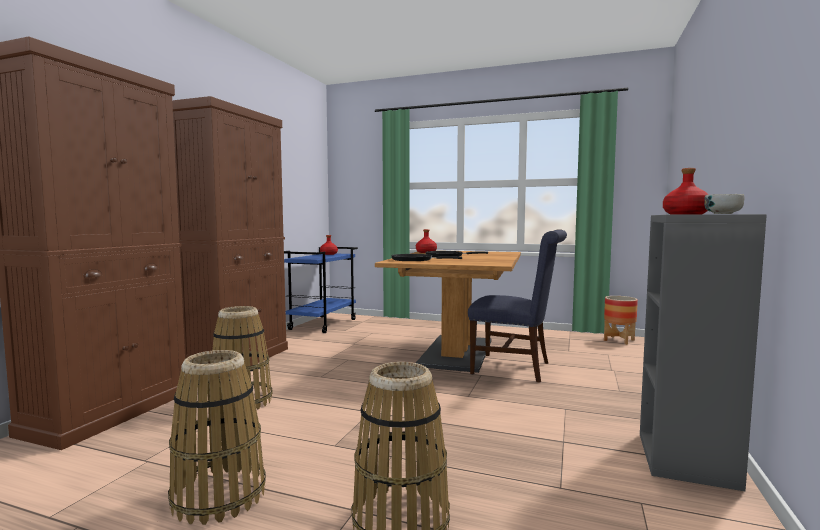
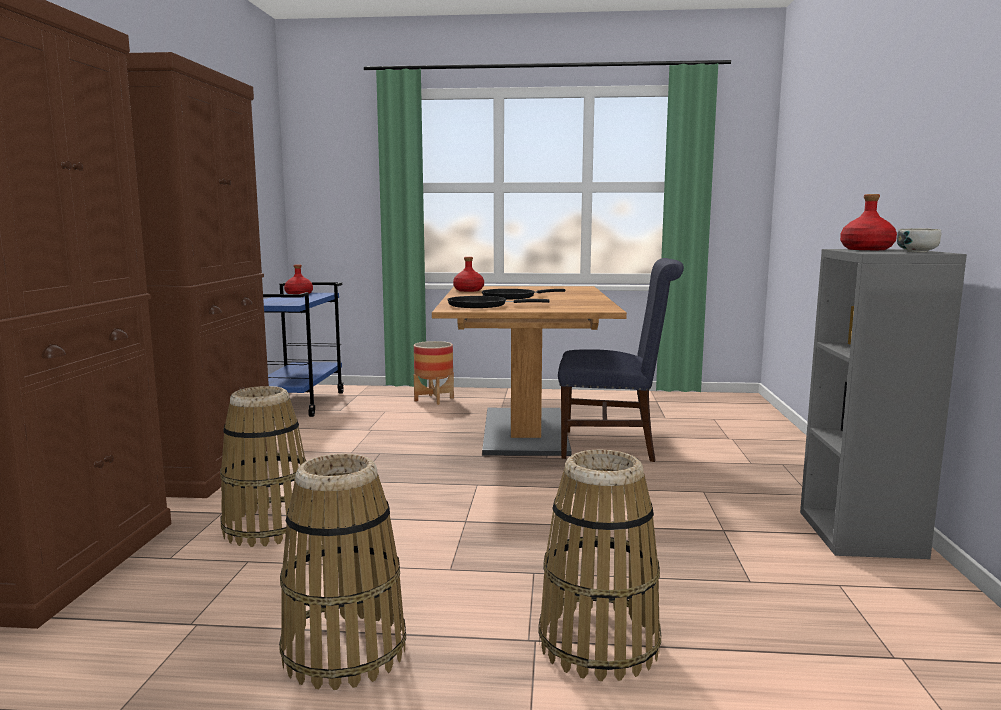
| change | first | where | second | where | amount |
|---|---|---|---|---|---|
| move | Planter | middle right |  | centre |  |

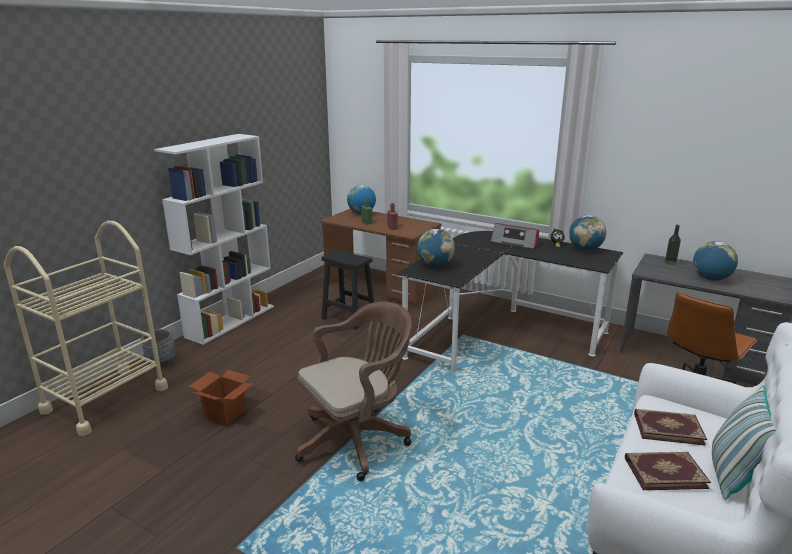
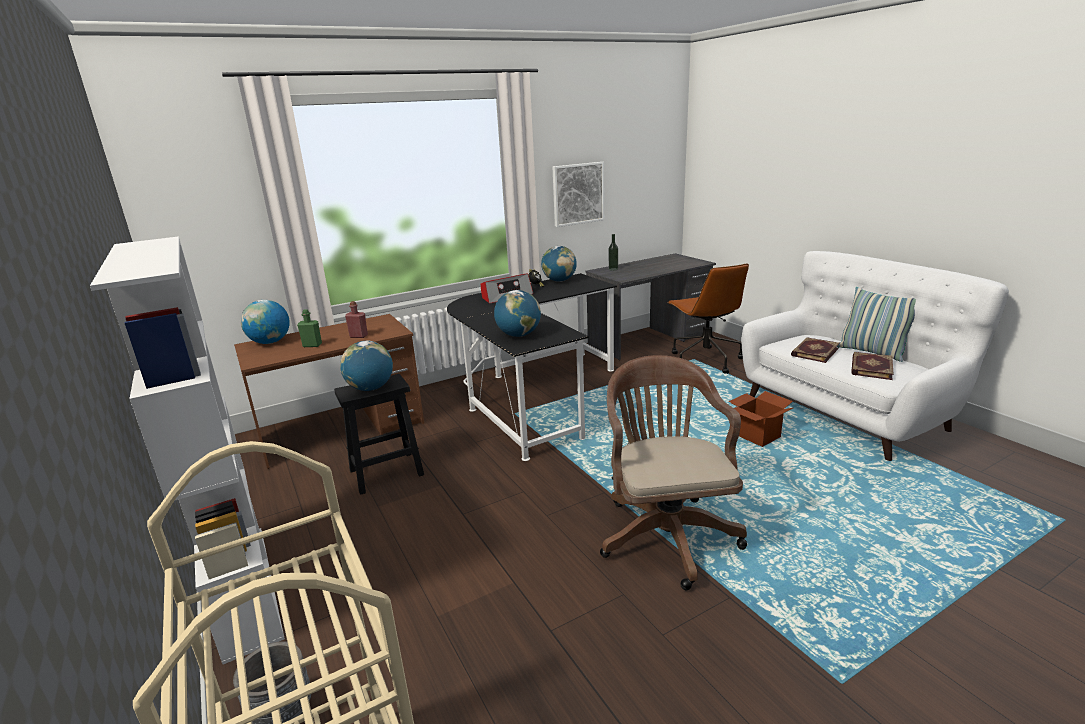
| change | first | where | second | where | amount |
|---|---|---|---|---|---|
| insert |  |  | WallArt | top centre |  |
| move | PackingBox | bottom left |  | middle right |  |
| move | Globe (4th from left in the first image) | middle right | Globe (2nd from left) | centre |  |

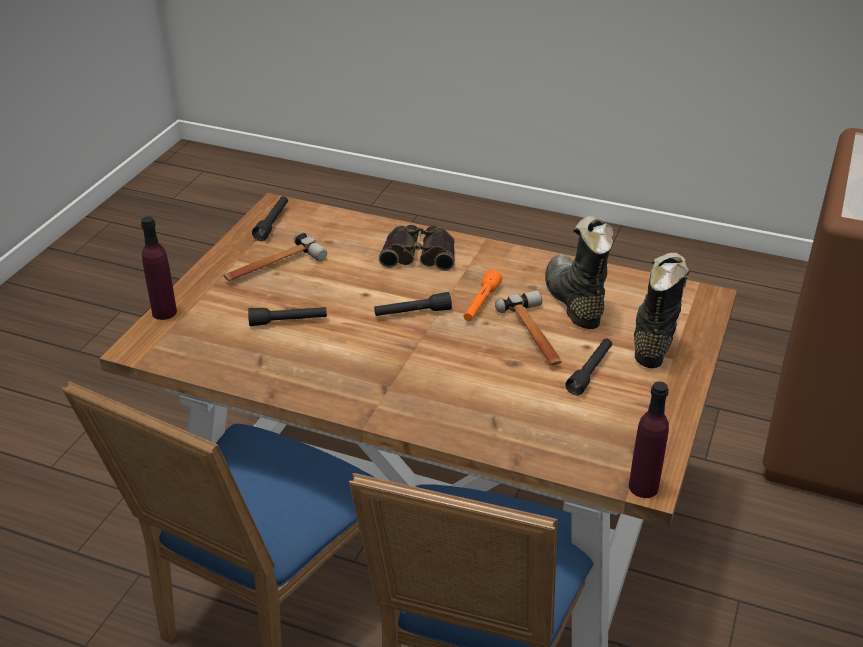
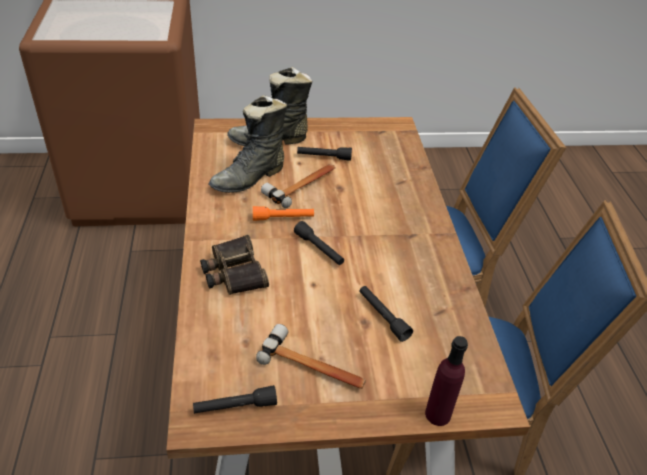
| change | first | where | second | where | amount |
|---|---|---|---|---|---|
| delete | PurpleColouredBottle (2nd from left) | bottom right |  |  |  |

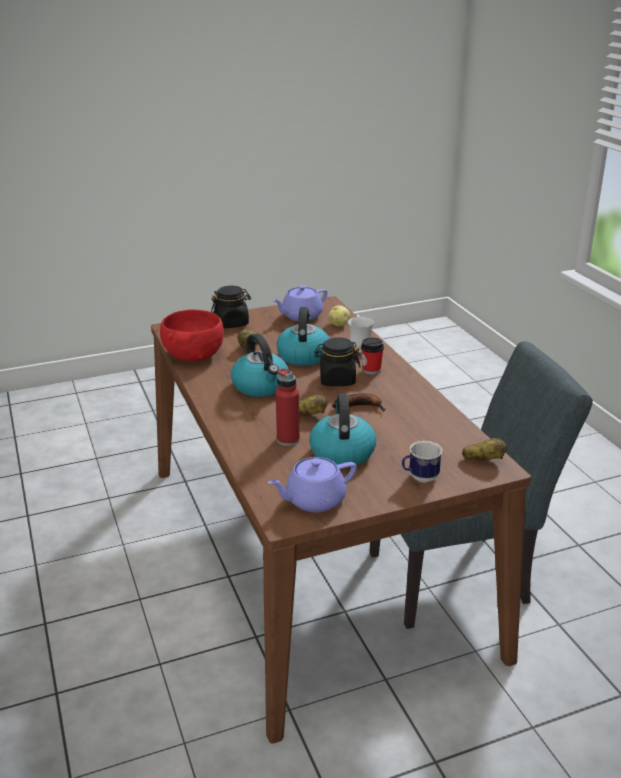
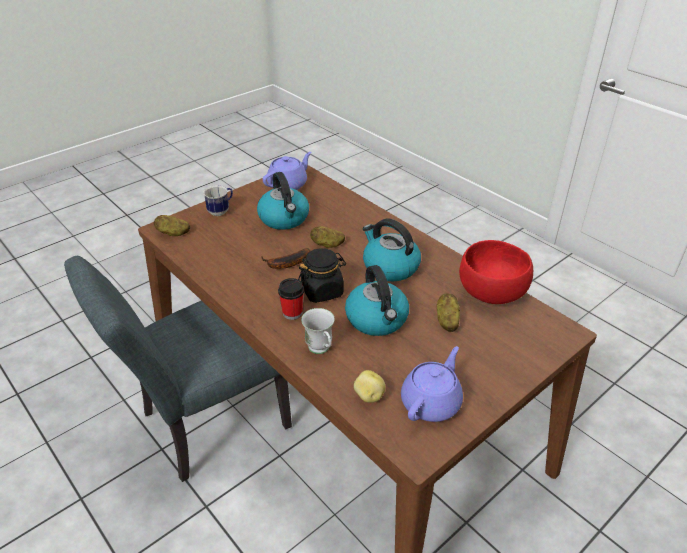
| change | first | where | second | where | amount |
|---|---|---|---|---|---|
| delete | BlackPreserveJar (1st from left) | centre |  |  |  |
| delete | RedColouredBottle | centre |  |  |  |

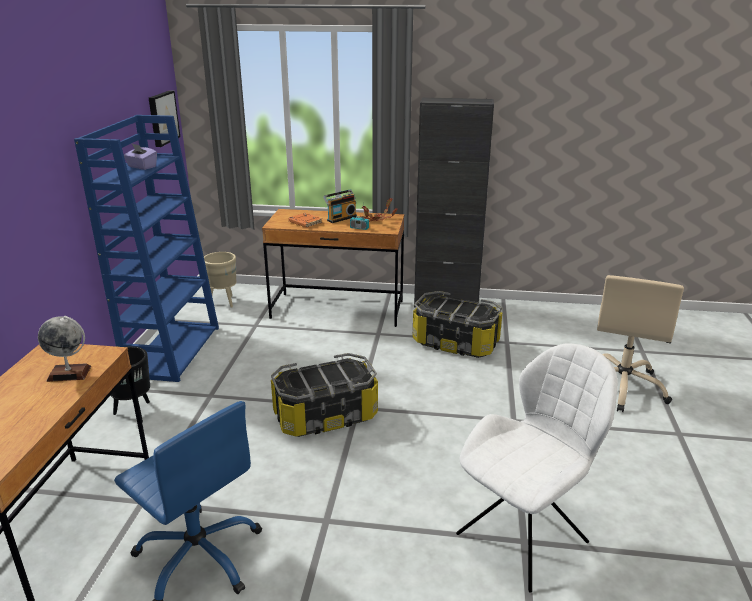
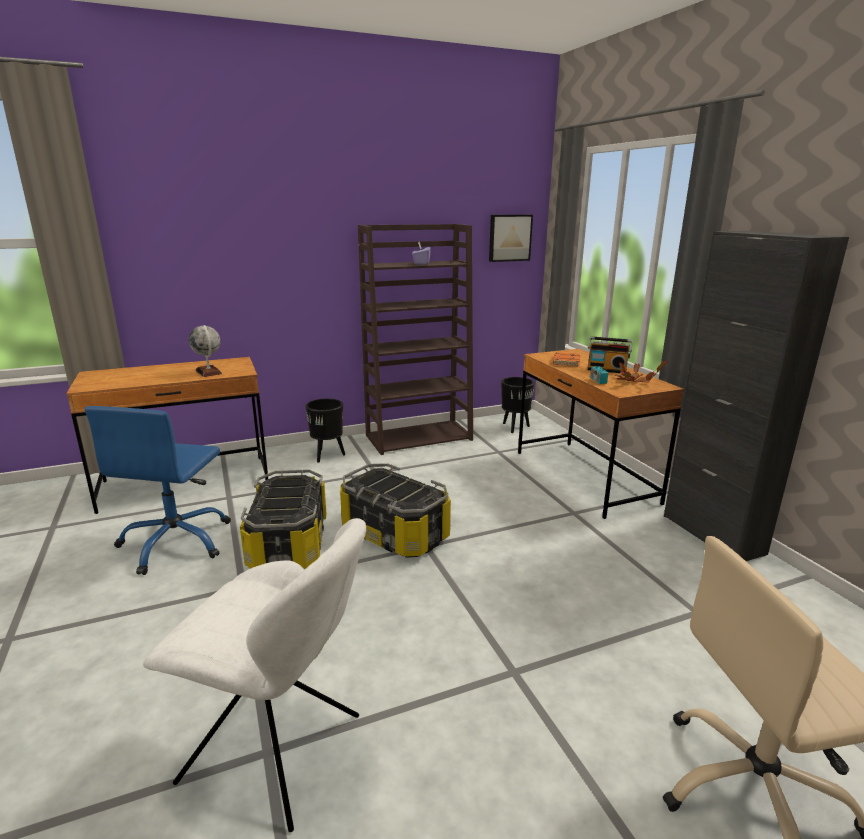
| change | first | where | second | where | amount |
|---|---|---|---|---|---|
| move | StorageBin (2nd from left in the first image) | centre | StorageBin (1st from left) | middle left |  |
| recolor | BluishBookcase | middle left | BrownColouredBookcase | centre |  |
| recolor | BeigeColouredPlanter | middle left | BlackPlanter (2nd from left) | centre |  |

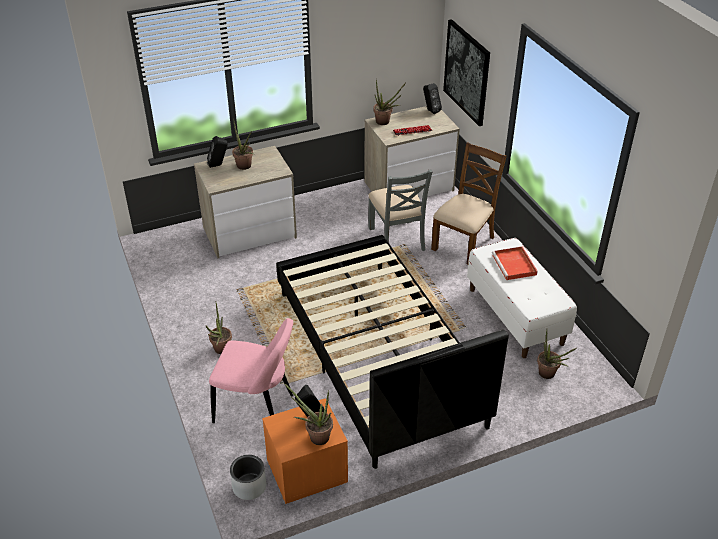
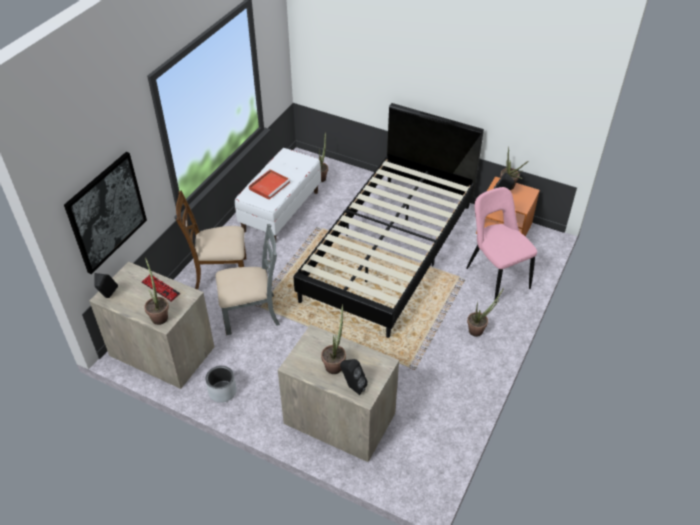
| change | first | where | second | where | amount |
|---|---|---|---|---|---|
| move | GreyishPlanter | bottom centre |  | bottom left |  |
| rotate | GreyishPlainChair | centre |  | centre | 45 degrees clockwise |

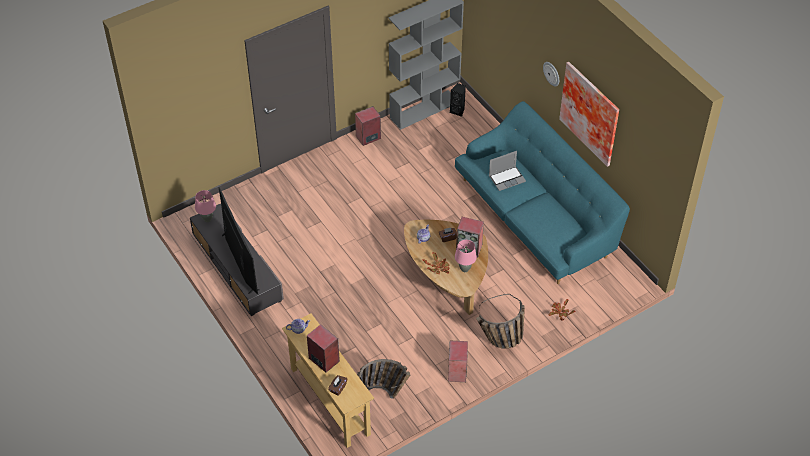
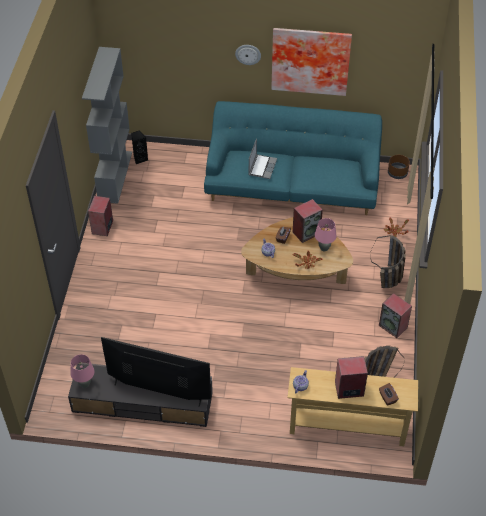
| change | first | where | second | where | amount |
|---|---|---|---|---|---|
| insert |  |  | BrownColouredPlanter | top right |  |

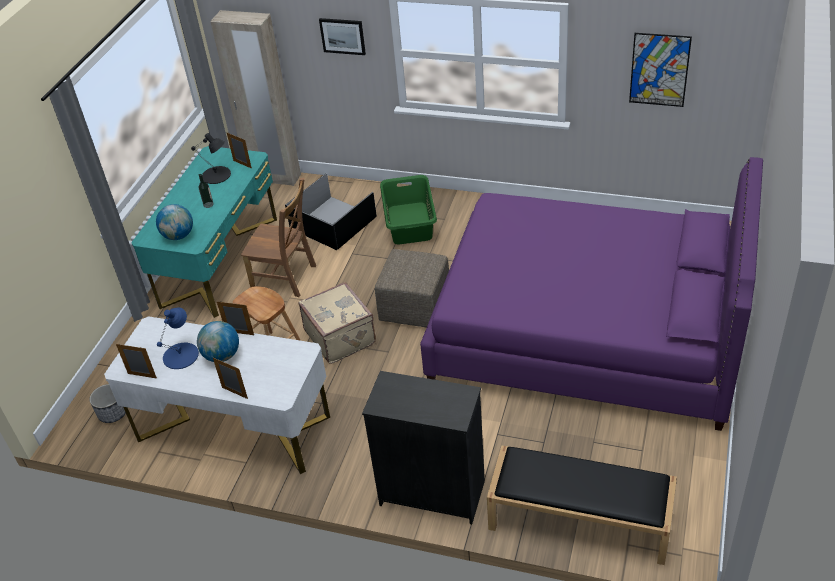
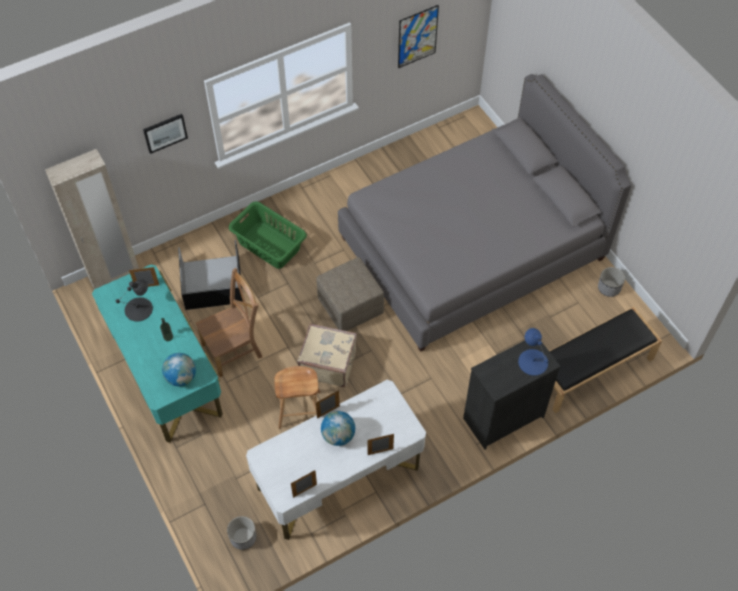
| change | first | where | second | where | amount |
|---|---|---|---|---|---|
| insert |  |  | Planter (2nd from left) | middle right |  |
| move | BluishLampForATable | middle left |  | middle right |  |
| recolor | PurpleColouredSleepingBed | middle right | GreyishSleepingBed | centre |  |

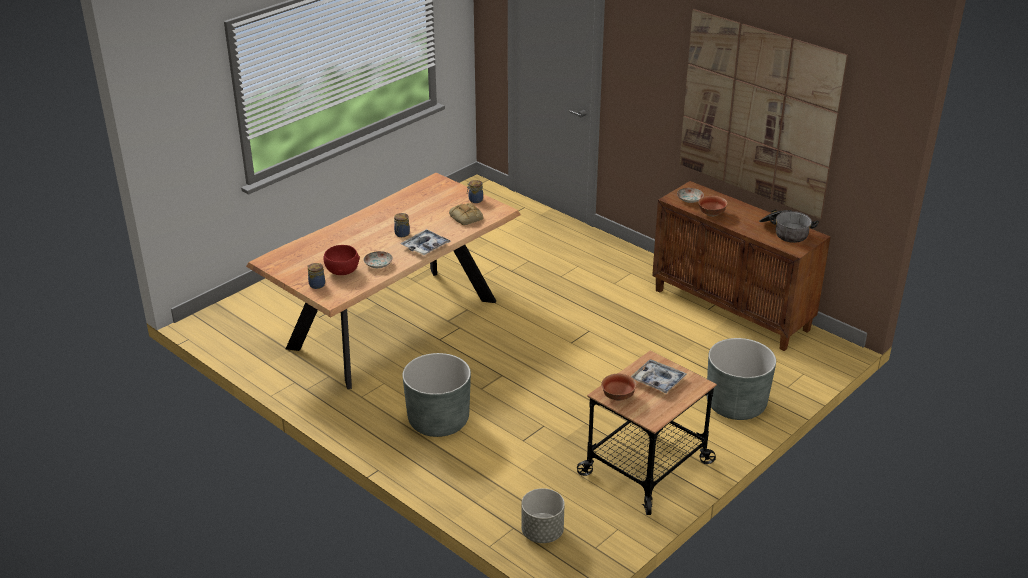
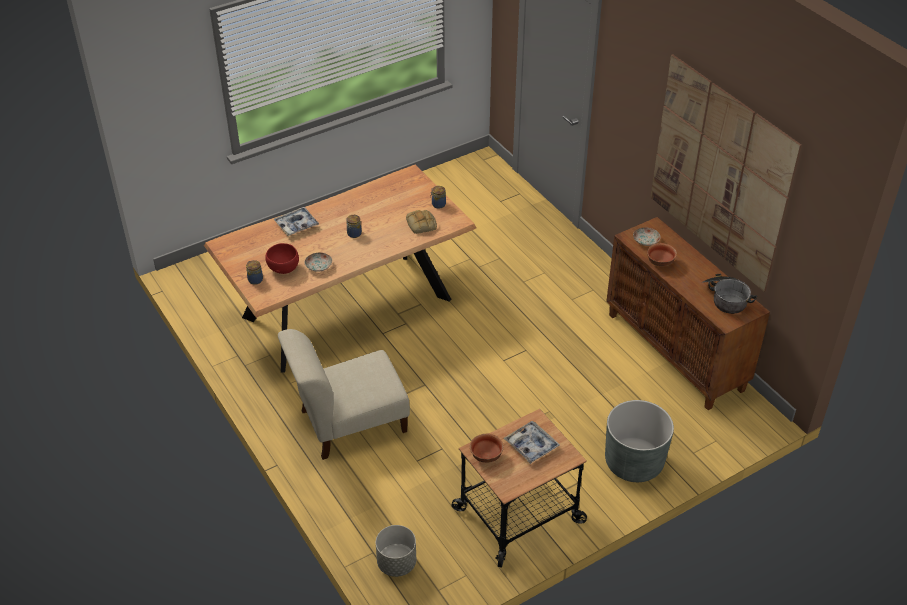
| change | first | where | second | where | amount |
|---|---|---|---|---|---|
| move | Tray (1st from left) | centre |  | middle left |  |
| replace | GreyishPlanter (1st from left) | bottom centre | BeigeColouredPlainChair | centre |  |

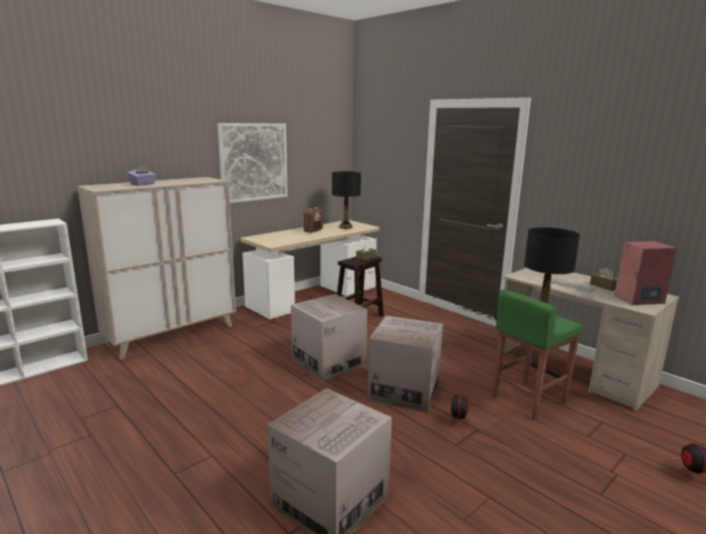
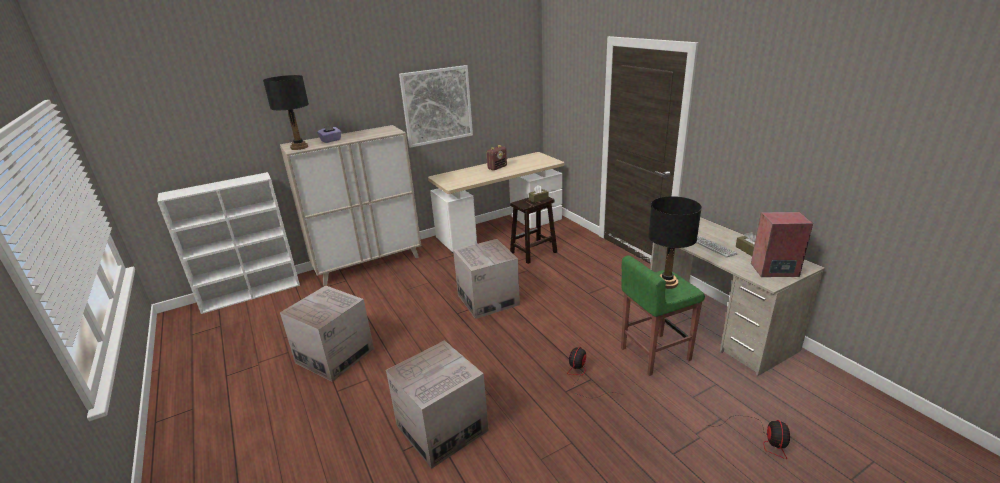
| change | first | where | second | where | amount |
|---|---|---|---|---|---|
| move | BlackLampForATable (1st from left) | centre |  | top left |  |
| move | PackingBox (3rd from left in the first image) | bottom centre | PackingBox (1st from left) | bottom left |  |

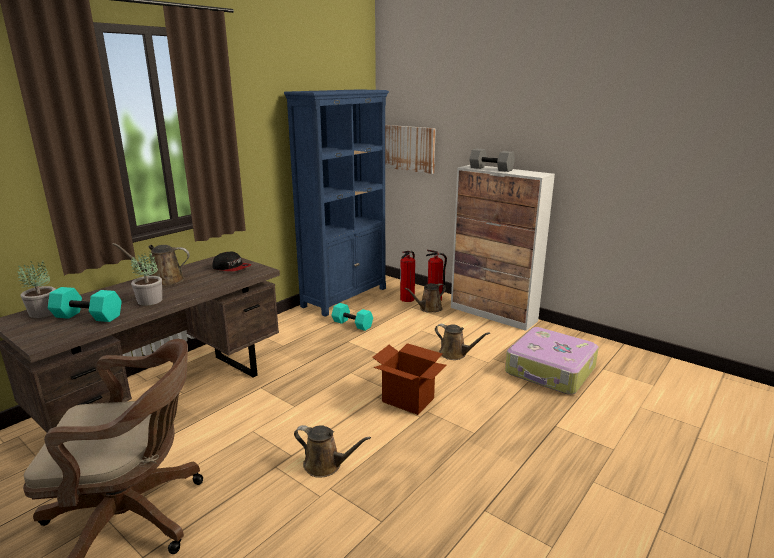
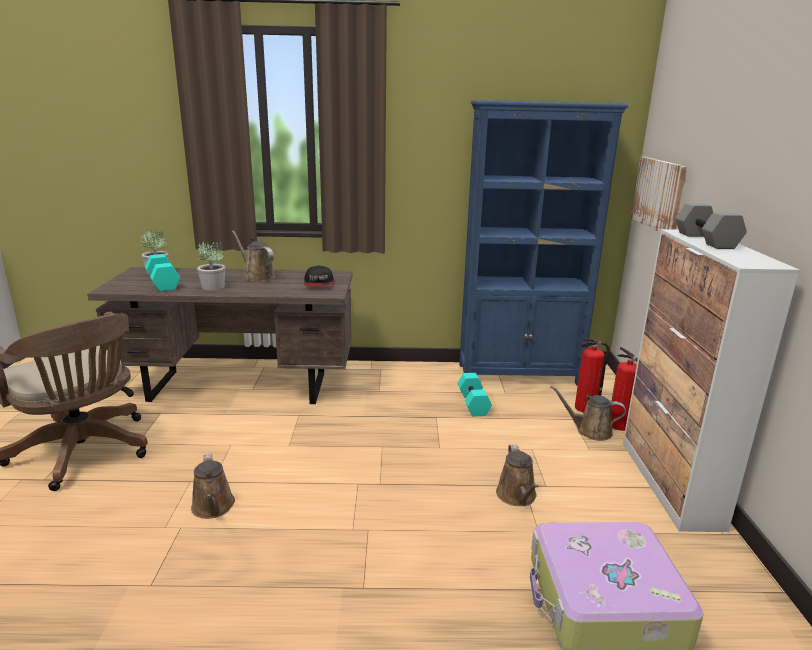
| change | first | where | second | where | amount |
|---|---|---|---|---|---|
| delete | PackingBox | bottom centre |  |  |  |

